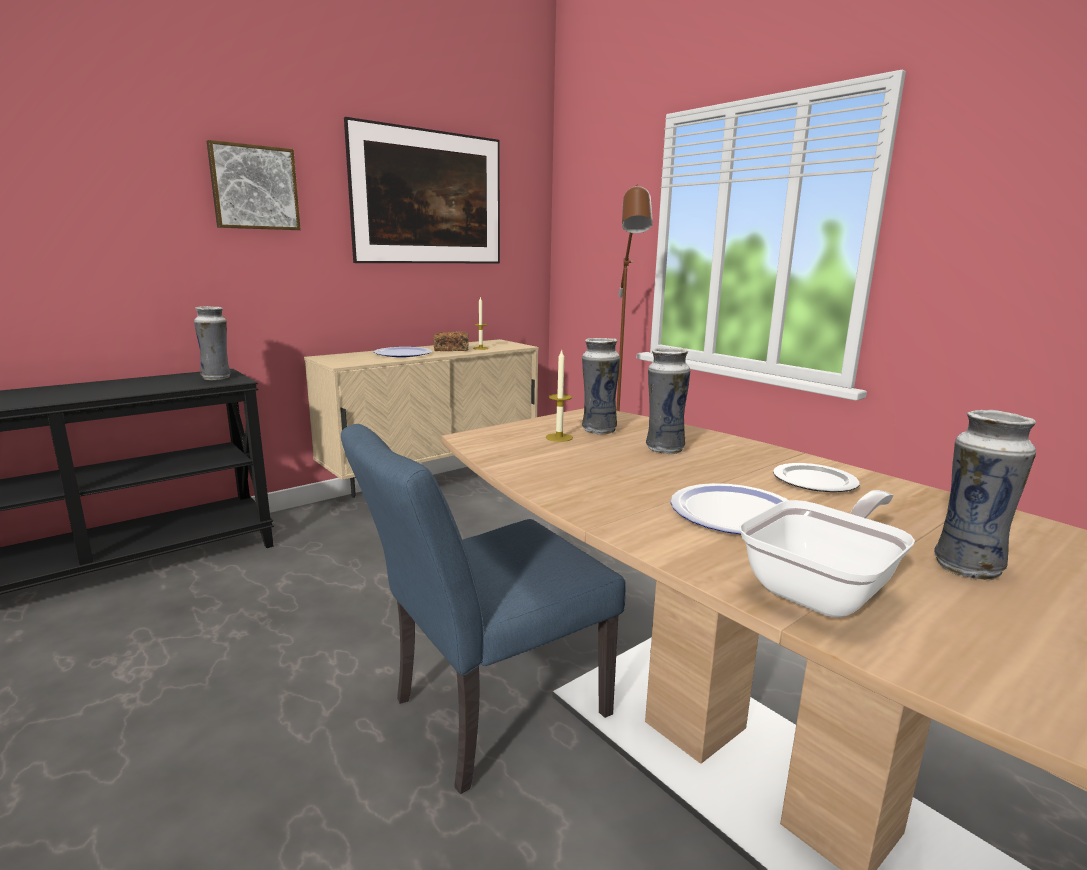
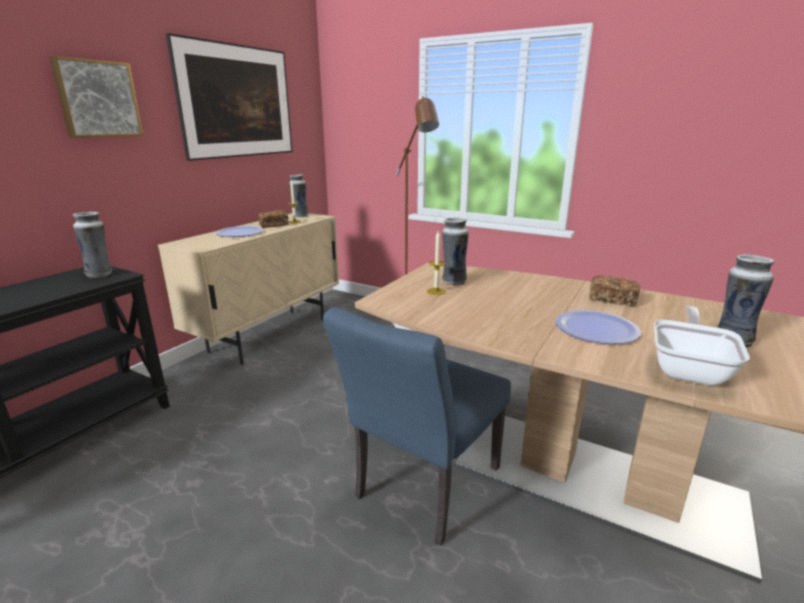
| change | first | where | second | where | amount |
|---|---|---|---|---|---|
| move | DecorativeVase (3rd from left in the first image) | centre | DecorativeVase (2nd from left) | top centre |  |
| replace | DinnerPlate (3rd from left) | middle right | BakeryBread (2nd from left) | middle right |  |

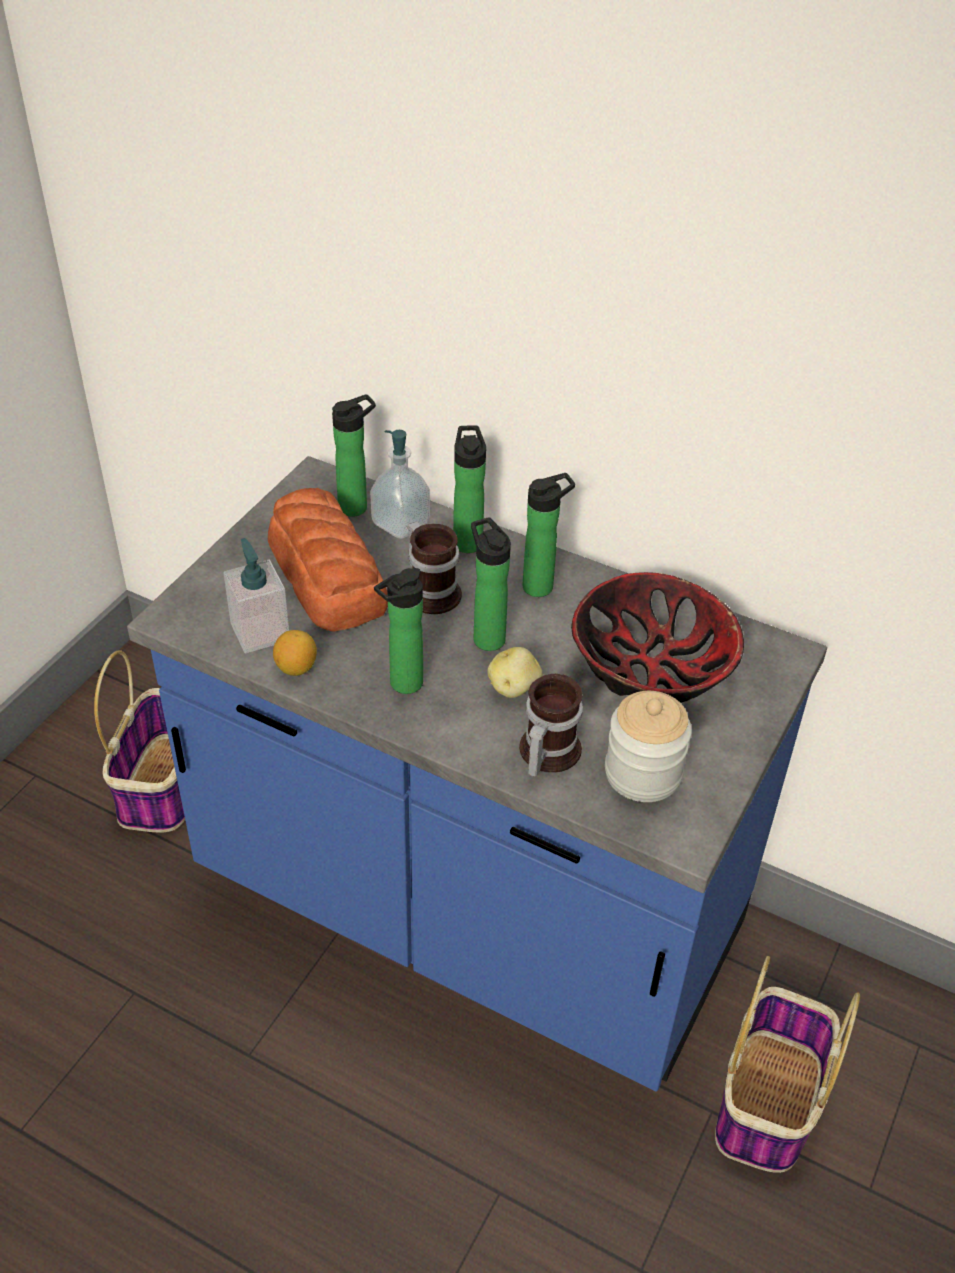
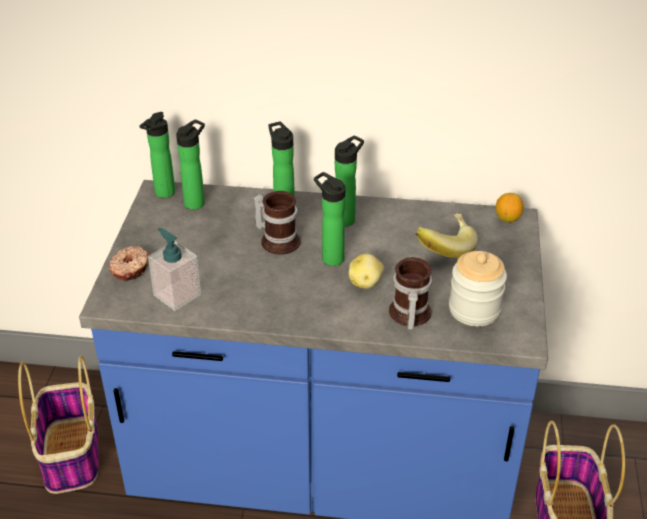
| change | first | where | second | where | amount |
|---|---|---|---|---|---|
| delete | BakeryBread | centre |  |  |  |
| delete | SoapBottle (2nd from left) | centre |  |  |  |
| insert |  |  | Doughnut | middle left |  |
| move | CitrusFruit | middle left |  | middle right |  |
| move | Bottle (2nd from left in the first image) | centre | Bottle (1st from left) | top left |  |
| replace | ServingBowl | middle right | BananaFruit | middle right |  |

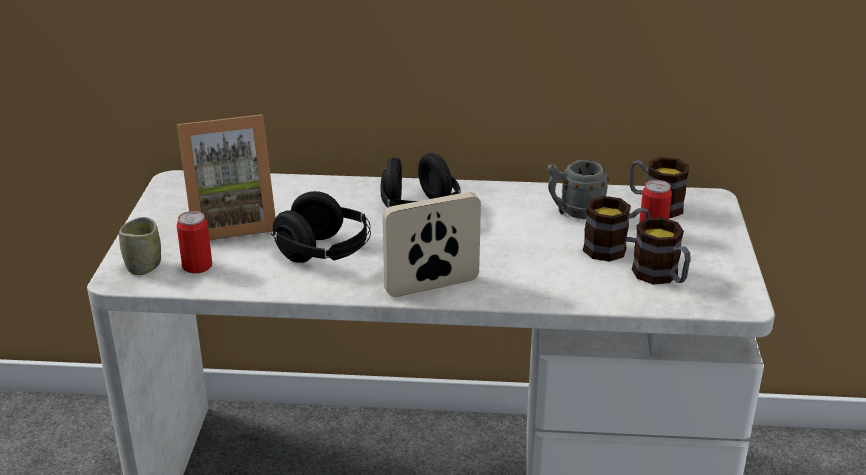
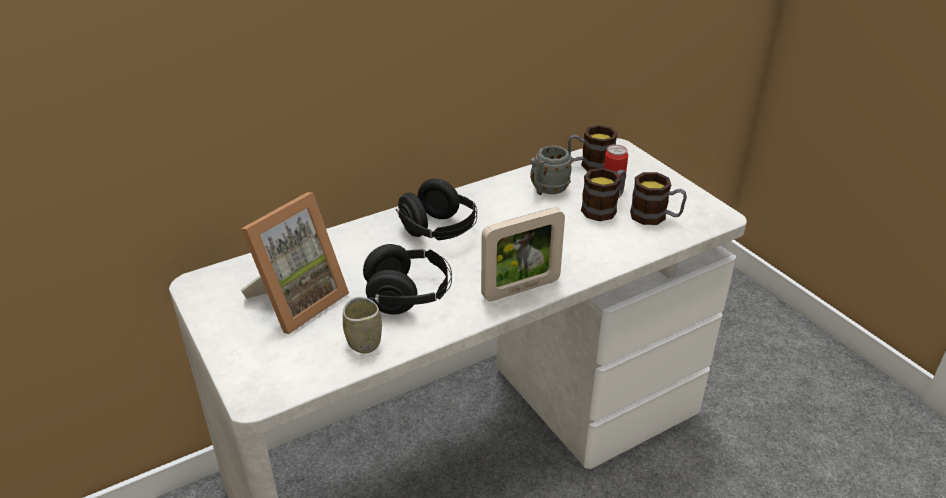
| change | first | where | second | where | amount |
|---|---|---|---|---|---|
| delete | MetalCan (1st from left) | middle left |  |  |  |
| move | SmallCup | middle left |  | centre |  |
| rotate | PhotoFrame (2nd from left) | centre |  | centre | 150 degrees counterclockwise |

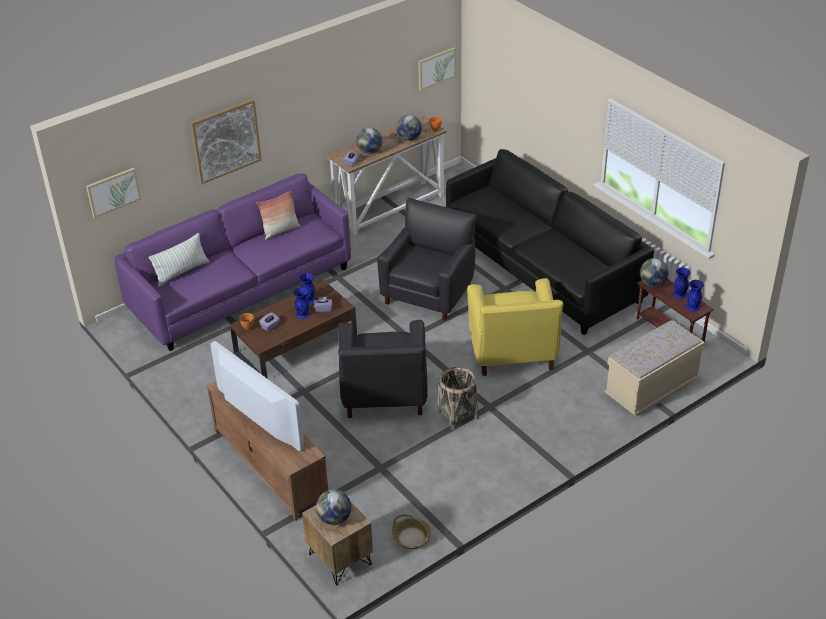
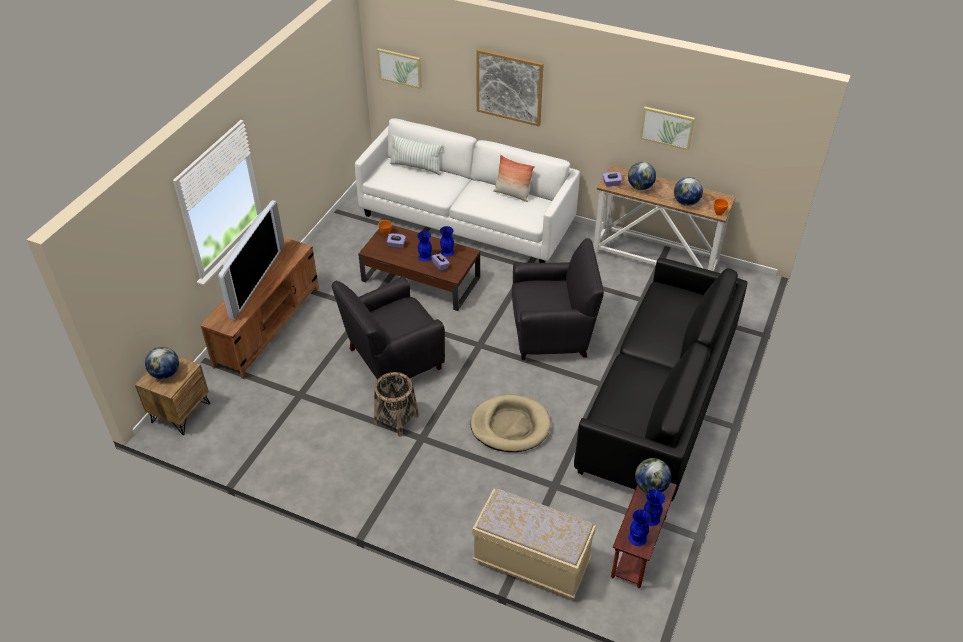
| change | first | where | second | where | amount |
|---|---|---|---|---|---|
| delete | Basket (1st from left) | bottom centre |  |  |  |
| move | WallArt (3rd from left) | top centre |  | top right |  |
| replace | YellowColouredLoungeChair | centre | BeigeColouredPetBed | centre |  |
| recolor | PurpleColouredSofa | middle left | WhiteSofa | top centre |  |

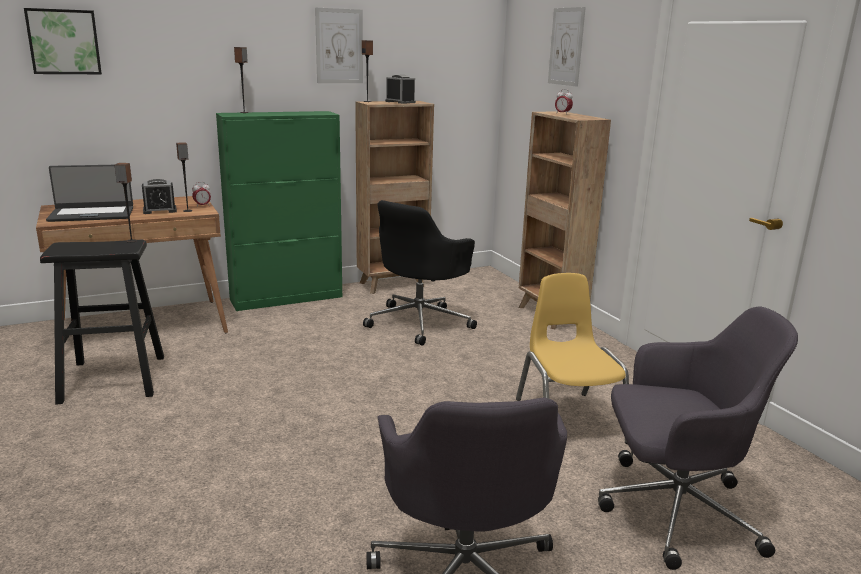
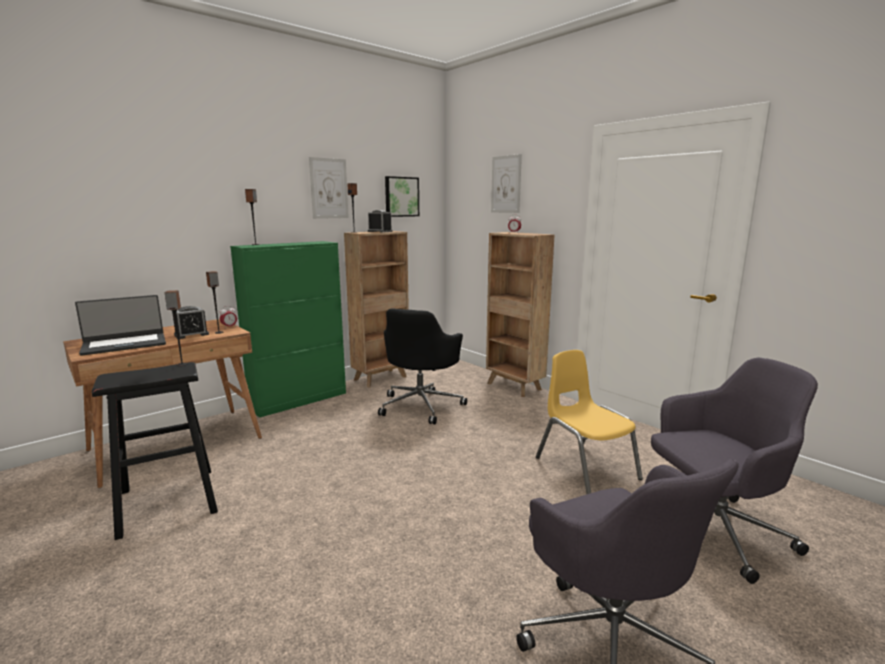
| change | first | where | second | where | amount |
|---|---|---|---|---|---|
| move | WallArt (1st from left in the first image) | top left | WallArt (2nd from left) | top centre |  |

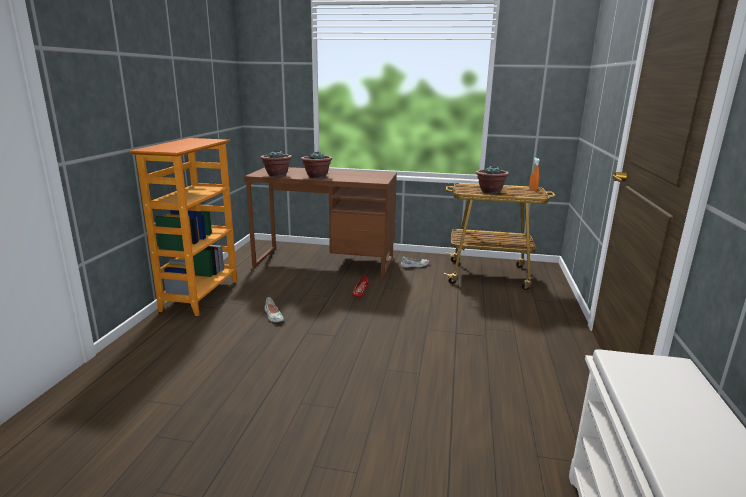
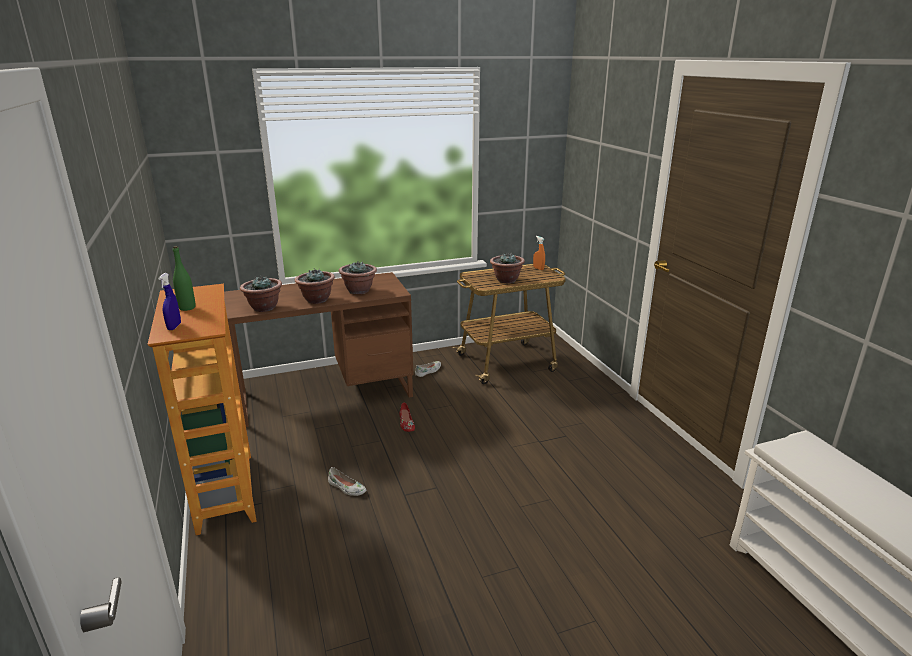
| change | first | where | second | where | amount |
|---|---|---|---|---|---|
| insert |  |  | BluishSprayBottle | middle left |  |
| insert |  |  | GreenishBottle | middle left |  |
| insert |  |  | Houseplant (3rd from left) | centre |  |

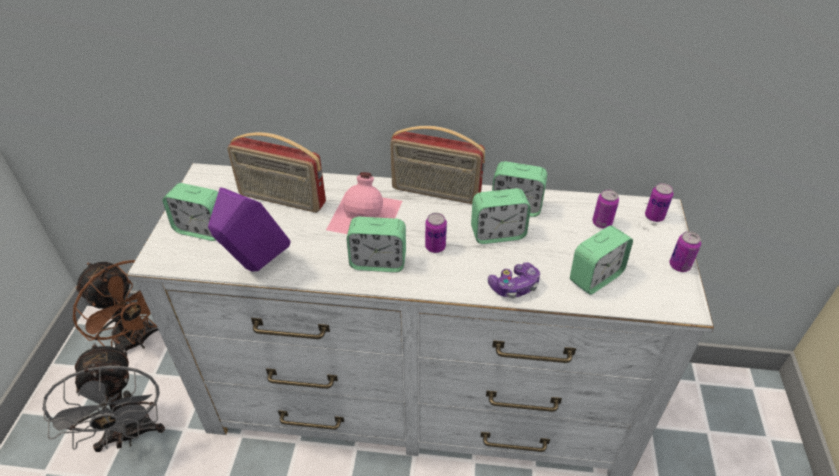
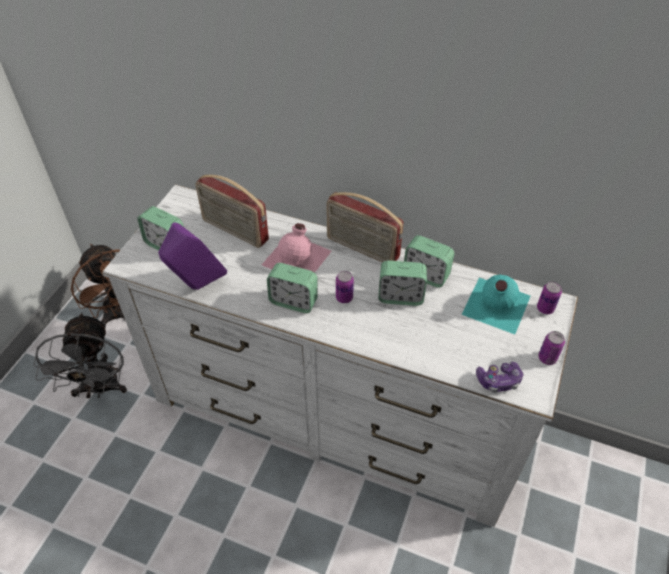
| change | first | where | second | where | amount |
|---|---|---|---|---|---|
| delete | AlarmClock (5th from left) | middle right |  |  |  |
| move | Joypad | centre |  | middle right |  |
| replace | MetalCan (2nd from left) | middle right | TurquoiseBottle | middle right |  |

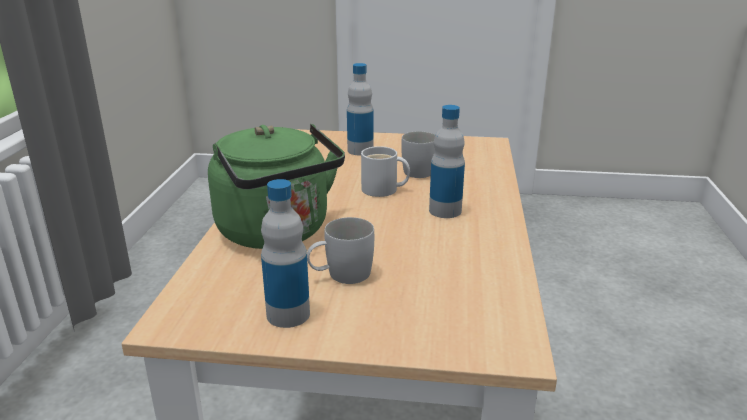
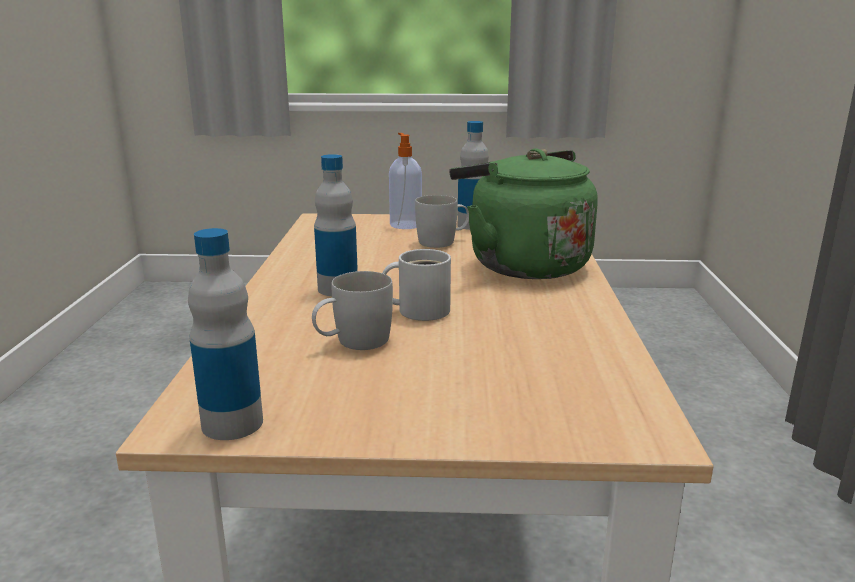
| change | first | where | second | where | amount |
|---|---|---|---|---|---|
| insert |  |  | SoapBottle | top centre |  |
| move | Bottle (2nd from left in the first image) | top centre | Bottle (1st from left) | middle left |  |

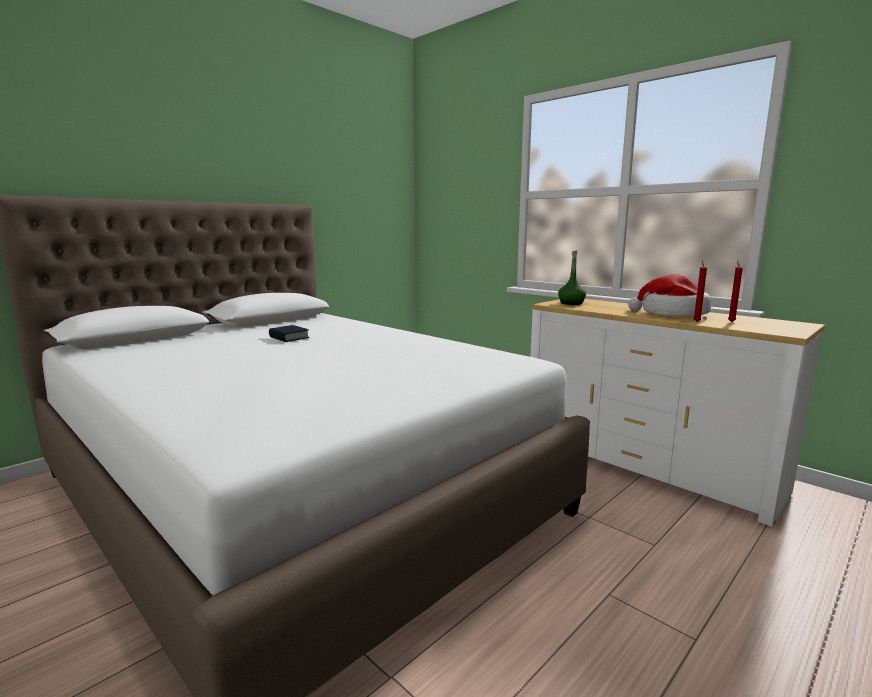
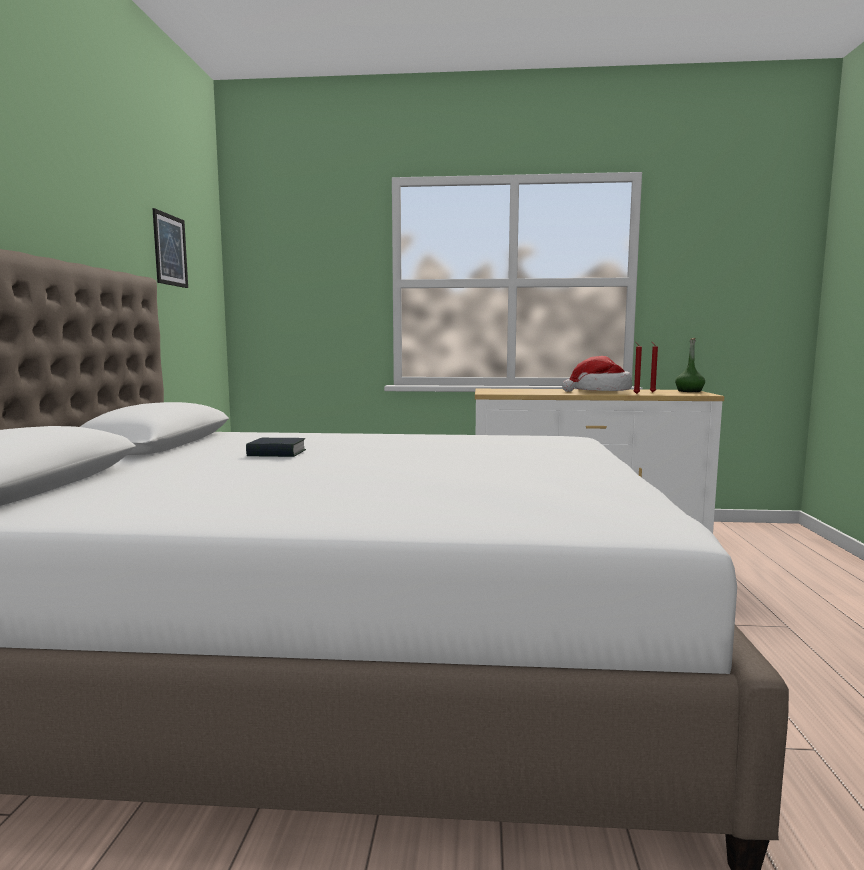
| change | first | where | second | where | amount |
|---|---|---|---|---|---|
| insert |  |  | WallArt | top left |  |
| move | GreenishBottle | centre |  | middle right |  |

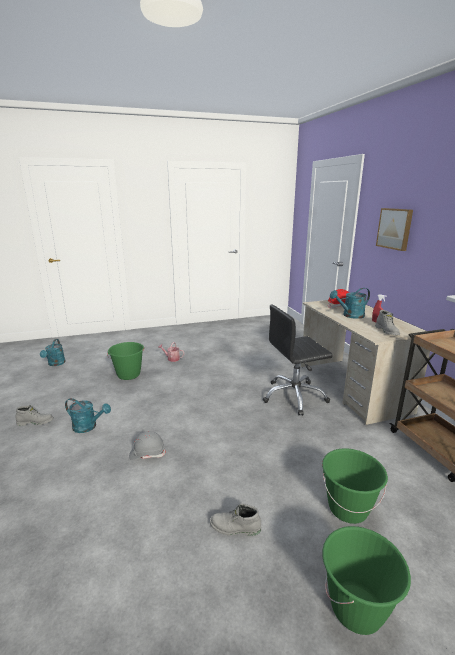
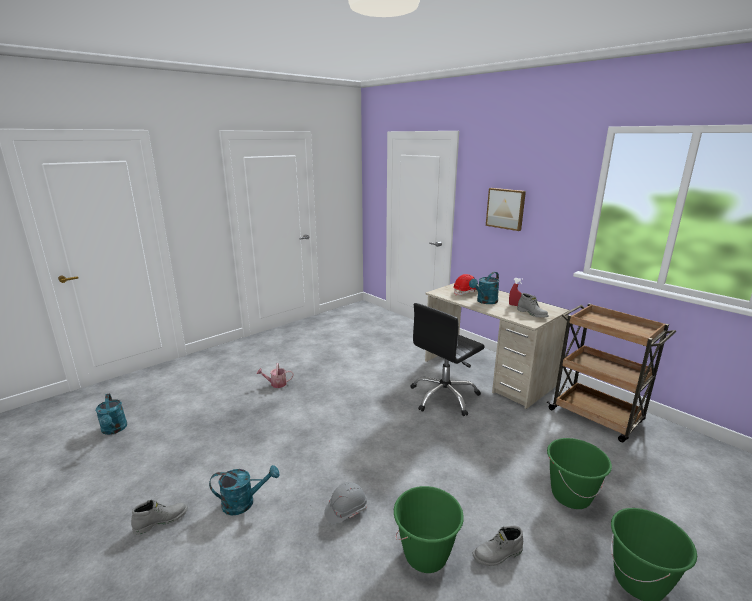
| change | first | where | second | where | amount |
|---|---|---|---|---|---|
| move | GreenishBucket (1st from left) | middle left |  | bottom centre |  |

